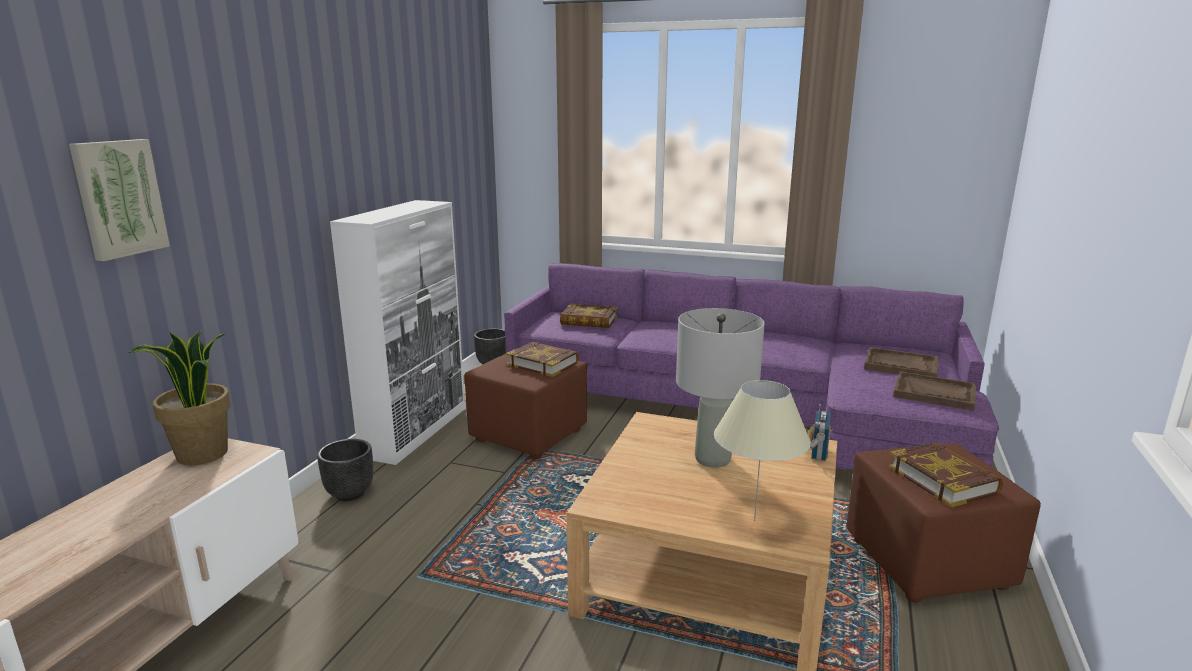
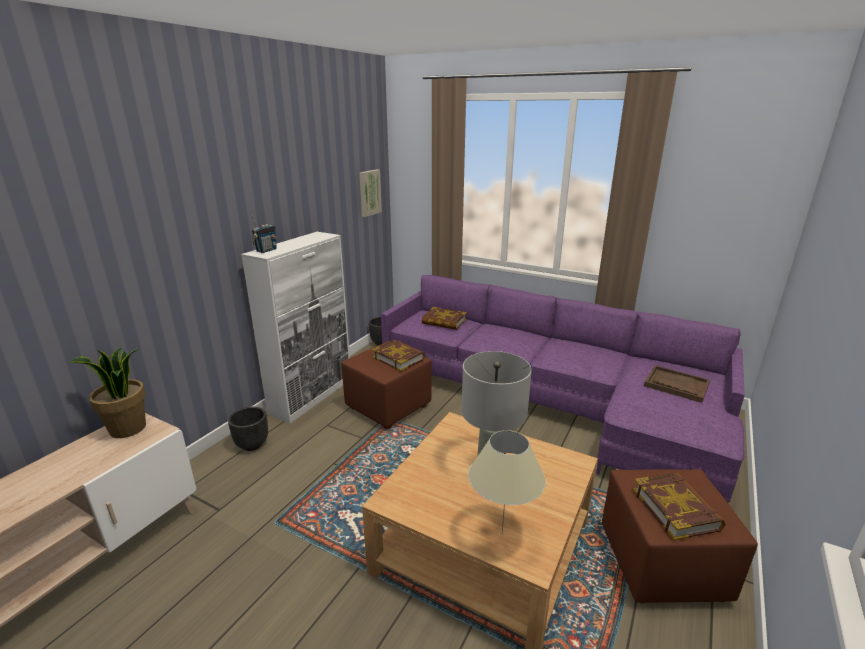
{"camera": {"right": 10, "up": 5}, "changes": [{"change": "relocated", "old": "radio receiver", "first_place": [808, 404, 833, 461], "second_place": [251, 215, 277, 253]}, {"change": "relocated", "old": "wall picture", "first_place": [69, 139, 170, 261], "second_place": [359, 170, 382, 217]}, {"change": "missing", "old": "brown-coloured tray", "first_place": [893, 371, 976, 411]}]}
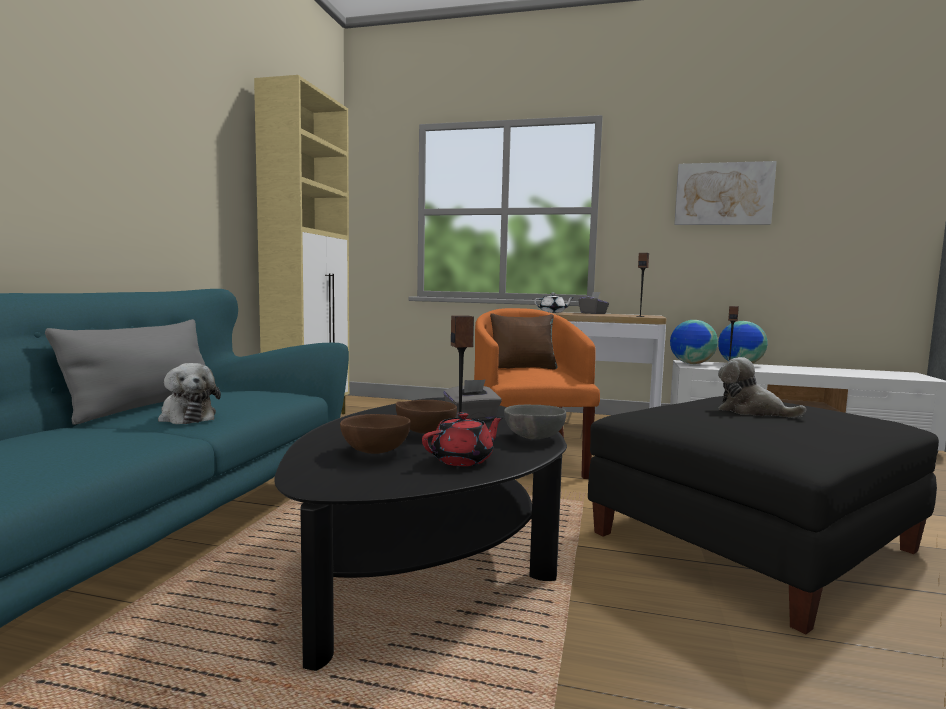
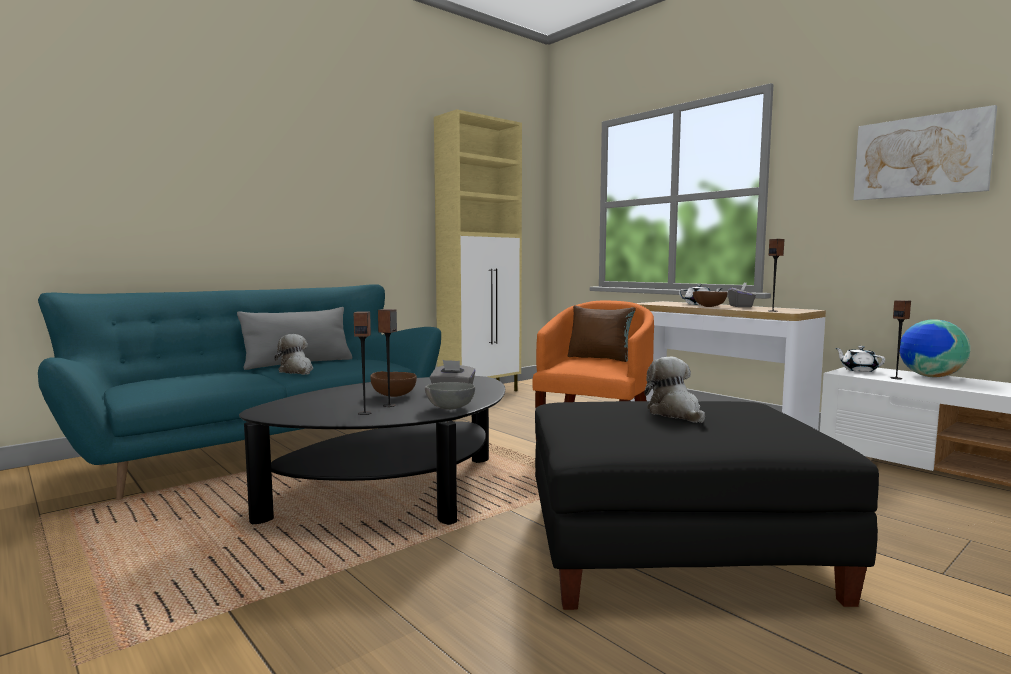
{"camera": {"right": 35, "up": 0}, "changes": [{"change": "spun", "old": "plush toy", "first_place": [158, 363, 221, 424], "second_place": [274, 334, 313, 375], "degrees": 150}, {"change": "exchanged", "old": "red teapot", "new": "speaker", "first_place": [422, 412, 504, 466], "second_place": [354, 312, 372, 415]}, {"change": "relocated", "old": "brown-coloured bowl", "first_place": [340, 414, 411, 454], "second_place": [693, 291, 728, 307]}, {"change": "exchanged", "old": "globe", "new": "whitish teapot", "first_place": [670, 320, 718, 364], "second_place": [836, 346, 885, 372]}]}
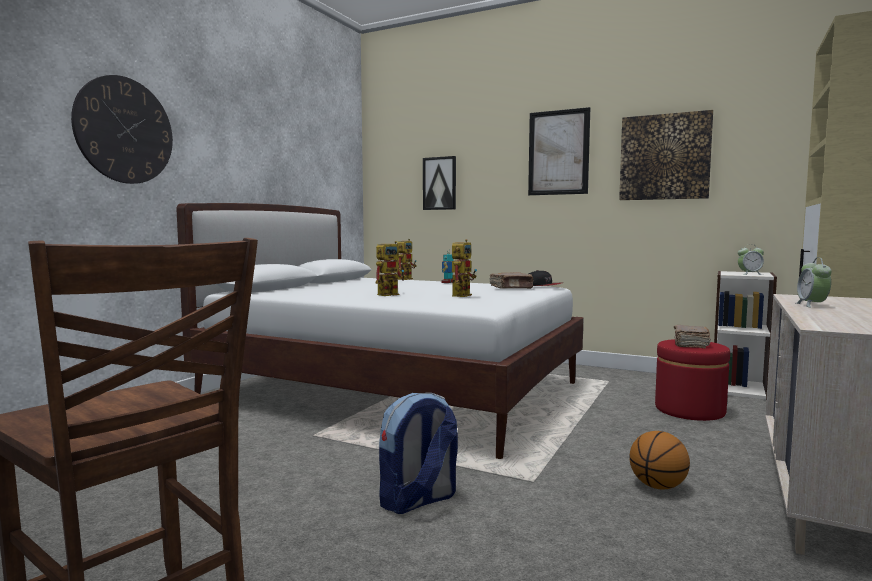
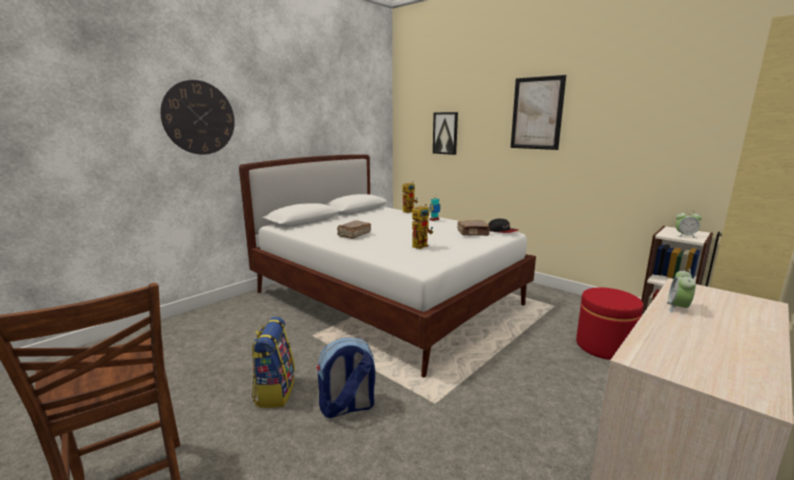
{"camera": {"right": 15, "up": 10}, "changes": [{"change": "appeared", "new": "rucksack", "second_place": [251, 317, 295, 408]}, {"change": "relocated", "old": "brown-coloured book", "first_place": [674, 325, 711, 348], "second_place": [337, 220, 371, 239]}, {"change": "missing", "old": "robot figure", "first_place": [376, 241, 405, 296]}, {"change": "missing", "old": "wall picture", "first_place": [619, 110, 713, 200]}, {"change": "missing", "old": "basketball", "first_place": [629, 431, 690, 489]}]}
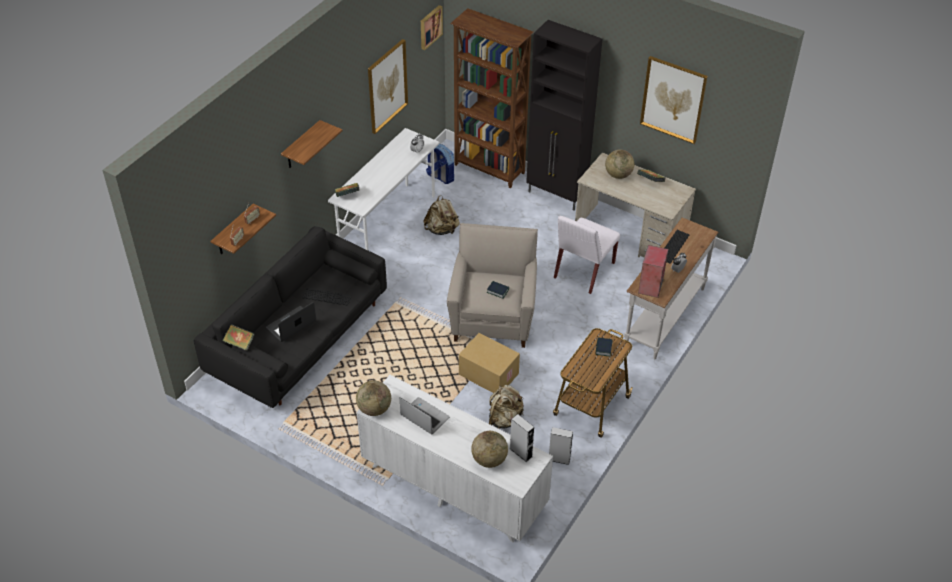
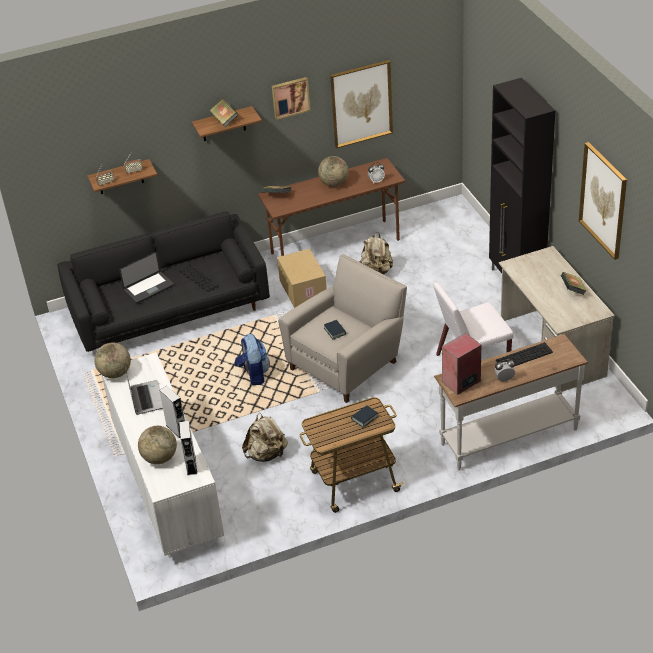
{"camera": {"right": 40, "up": -5}, "changes": [{"change": "spun", "old": "notebook computer", "first_place": [266, 302, 316, 342], "second_place": [119, 251, 174, 303], "degrees": 150}, {"change": "relocated", "old": "gray speaker", "first_place": [549, 427, 573, 465], "second_place": [159, 386, 185, 438]}, {"change": "relocated", "old": "book", "first_place": [223, 324, 255, 351], "second_place": [209, 99, 239, 127]}, {"change": "relocated", "old": "rucksack", "first_place": [426, 144, 454, 184], "second_place": [235, 334, 270, 385]}, {"change": "colour", "old": "whitish desk table", "new": "brown-coloured desk table", "first_place": [328, 128, 440, 251], "second_place": [258, 158, 405, 256]}, {"change": "relocated", "old": "wall picture", "first_place": [421, 5, 443, 50], "second_place": [272, 77, 310, 120]}, {"change": "relocated", "old": "carton", "first_place": [459, 333, 520, 393], "second_place": [277, 249, 327, 308]}, {"change": "relocated", "old": "globe", "first_place": [605, 149, 634, 179], "second_place": [318, 156, 349, 187]}, {"change": "missing", "old": "brown-coloured bookshelf", "first_place": [450, 8, 534, 188]}]}
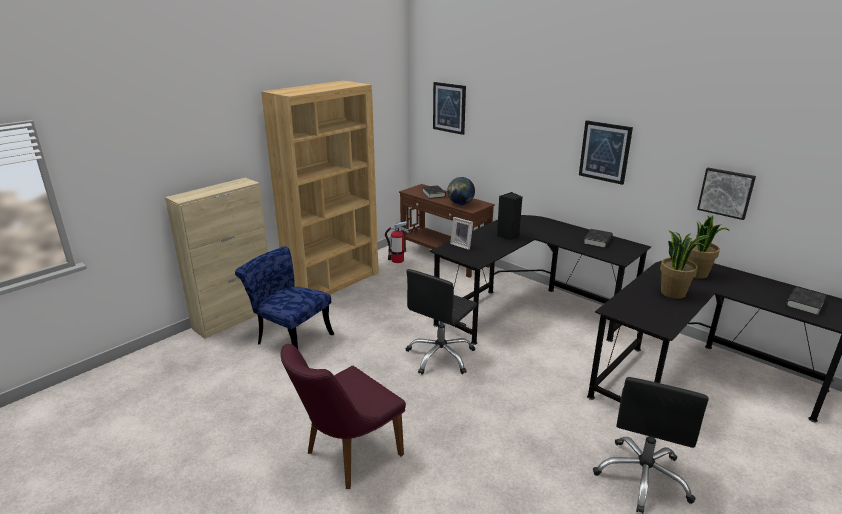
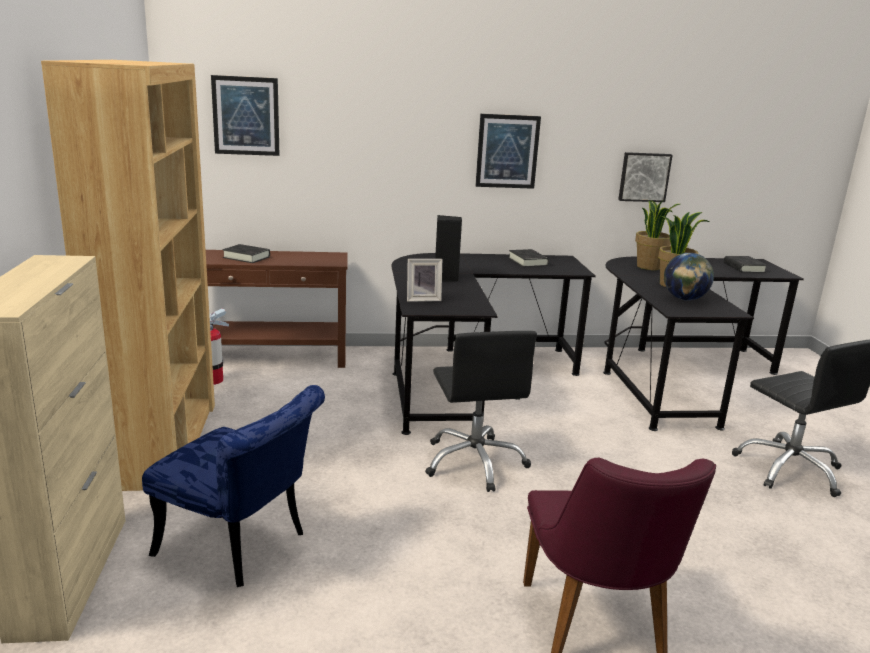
{"camera": {"right": -50, "up": -5}, "changes": [{"change": "spun", "old": "bluish plain chair", "first_place": [235, 246, 334, 349], "second_place": [142, 385, 325, 587], "degrees": -135}, {"change": "relocated", "old": "globe", "first_place": [447, 177, 475, 205], "second_place": [664, 253, 714, 301]}]}
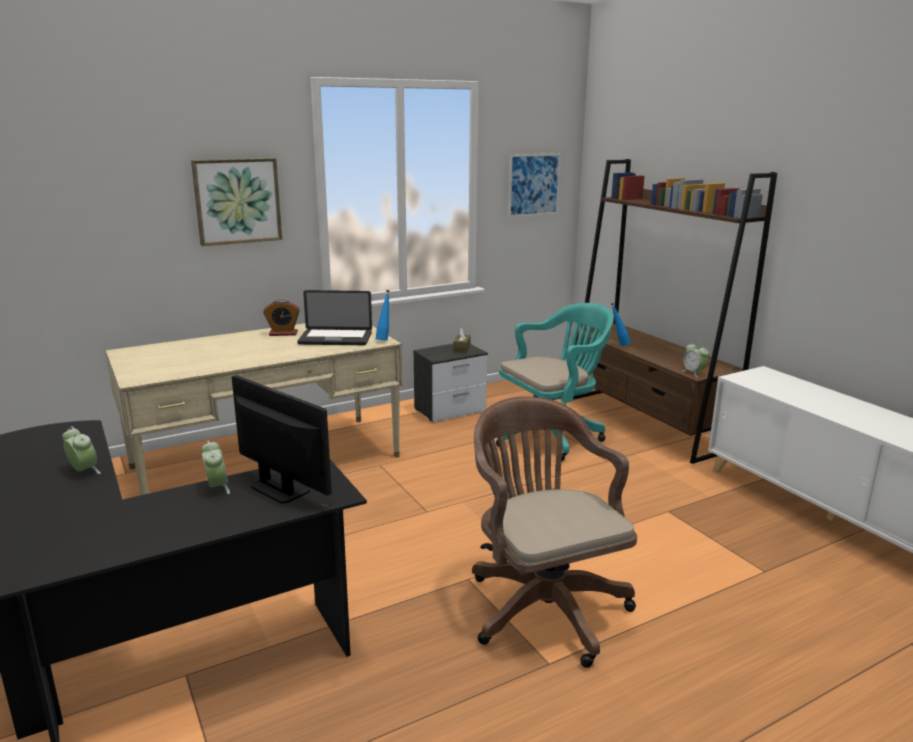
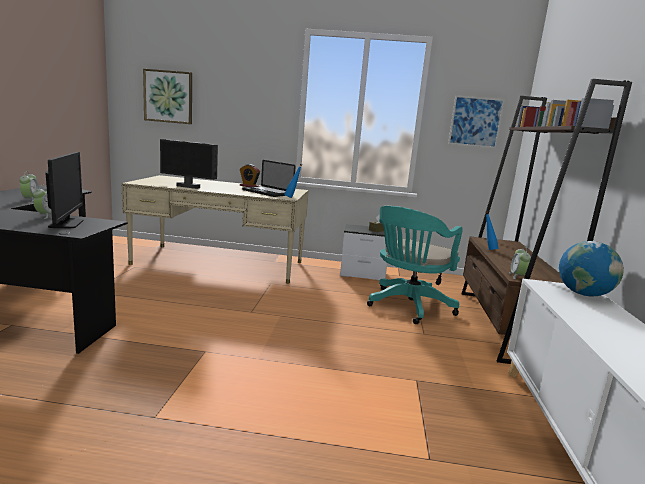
{"camera": {"right": 35, "up": -5}, "changes": [{"change": "relocated", "old": "wall picture", "first_place": [191, 158, 282, 246], "second_place": [143, 69, 192, 124]}, {"change": "appeared", "new": "computer screen", "second_place": [160, 139, 218, 189]}, {"change": "spun", "old": "blue-green computer chair", "first_place": [496, 303, 613, 461], "second_place": [367, 206, 463, 324], "degrees": 120}, {"change": "appeared", "new": "globe", "second_place": [559, 241, 624, 296]}, {"change": "missing", "old": "brown-coloured computer chair", "first_place": [472, 396, 637, 668]}]}
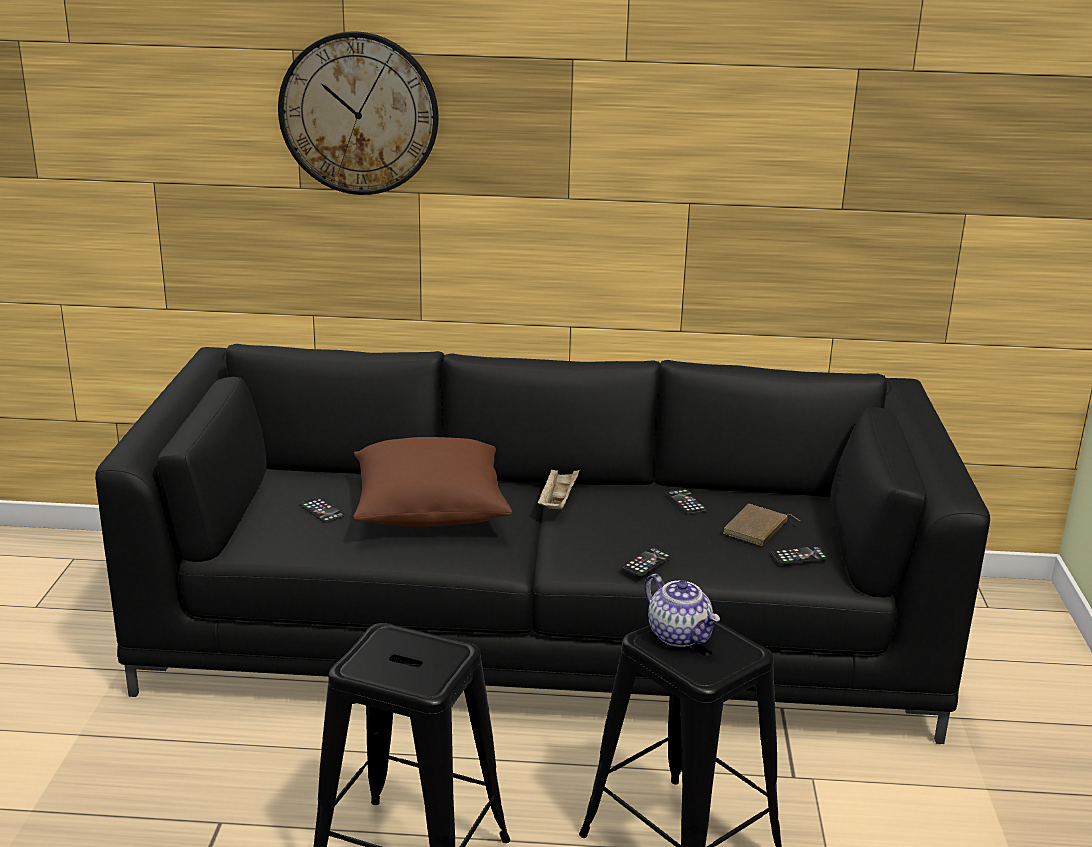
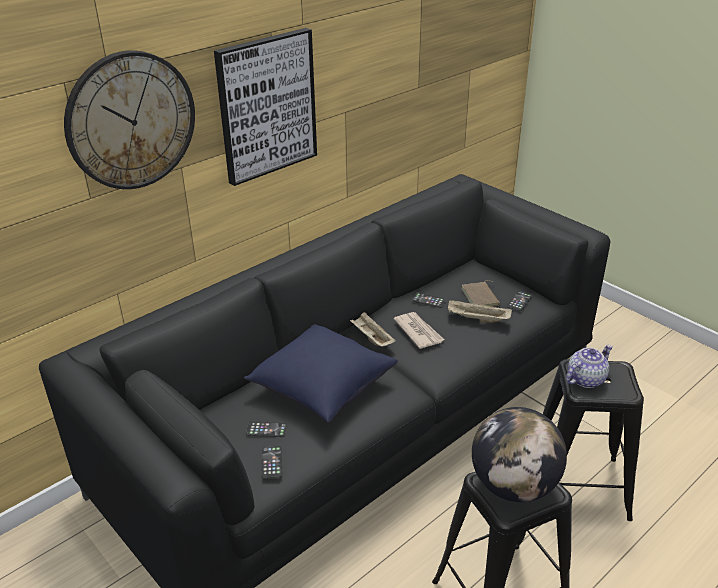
{"camera": {"right": -45, "up": 10}, "changes": [{"change": "appeared", "new": "wall picture", "second_place": [214, 28, 317, 186]}, {"change": "colour", "old": "brown-coloured cushion", "new": "bluish cushion", "first_place": [353, 437, 512, 527], "second_place": [244, 324, 398, 423]}, {"change": "relocated", "old": "telephone", "first_place": [621, 547, 672, 576], "second_place": [261, 446, 282, 478]}, {"change": "appeared", "new": "newspaper", "second_place": [394, 312, 444, 349]}, {"change": "appeared", "new": "beige tray", "second_place": [448, 300, 512, 323]}, {"change": "appeared", "new": "globe", "second_place": [472, 407, 567, 502]}, {"change": "spun", "old": "teapot", "first_place": [644, 574, 720, 647], "second_place": [566, 344, 613, 388], "degrees": -45}]}
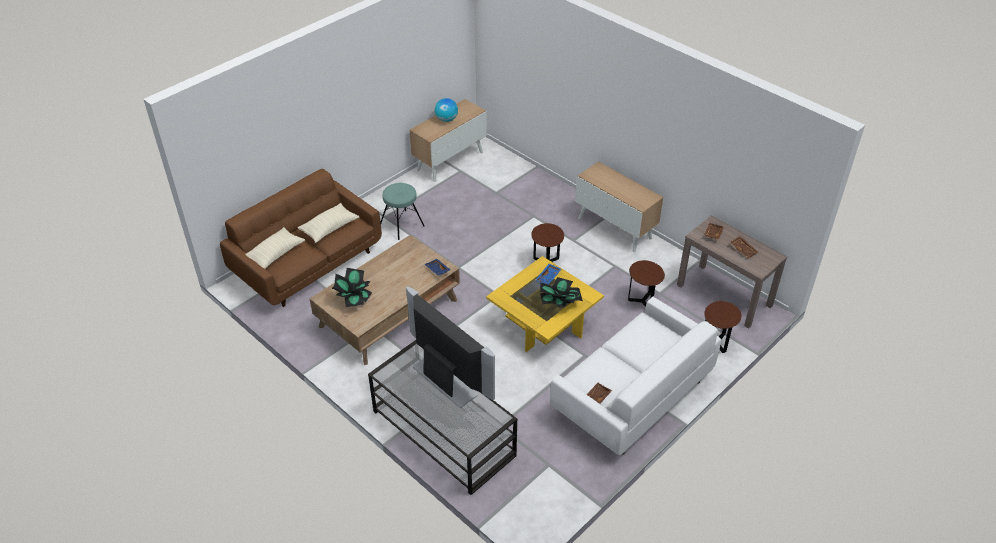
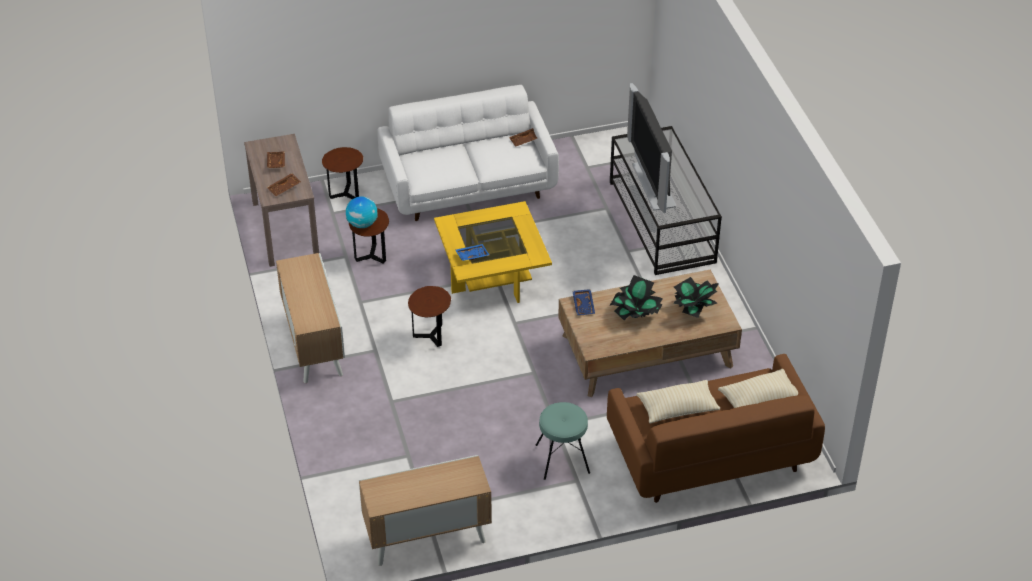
{"camera": {"right": -150, "up": 0}, "changes": [{"change": "relocated", "old": "globe", "first_place": [435, 98, 458, 122], "second_place": [346, 196, 378, 228]}, {"change": "relocated", "old": "plant in a pot", "first_place": [540, 277, 583, 308], "second_place": [610, 275, 663, 320]}]}
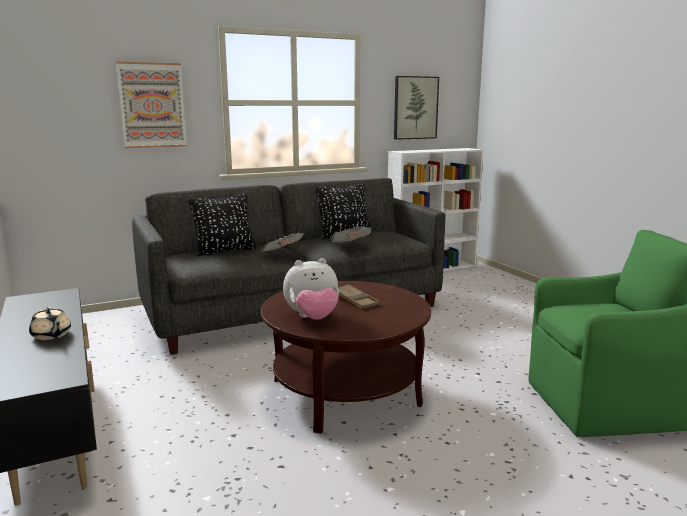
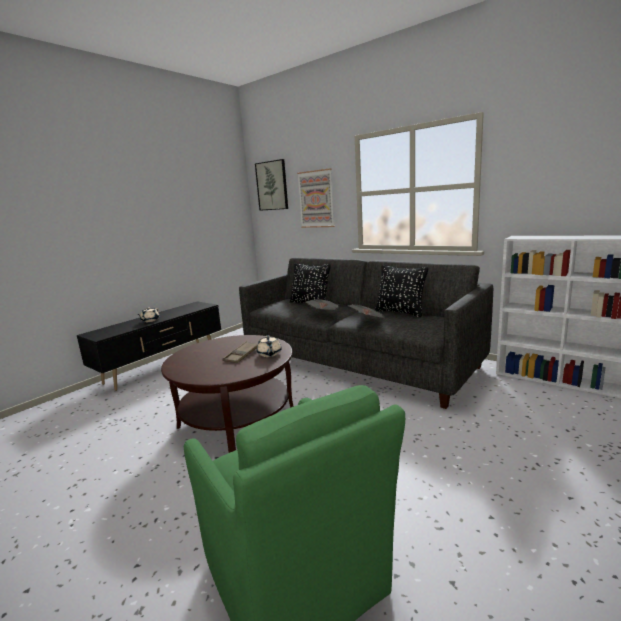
{"camera": {"right": 65, "up": 0}, "changes": [{"change": "relocated", "old": "wall picture", "first_place": [394, 76, 439, 140], "second_place": [255, 159, 288, 211]}, {"change": "appeared", "new": "beige teapot", "second_place": [257, 335, 282, 357]}, {"change": "missing", "old": "plush toy", "first_place": [283, 258, 339, 320]}]}
